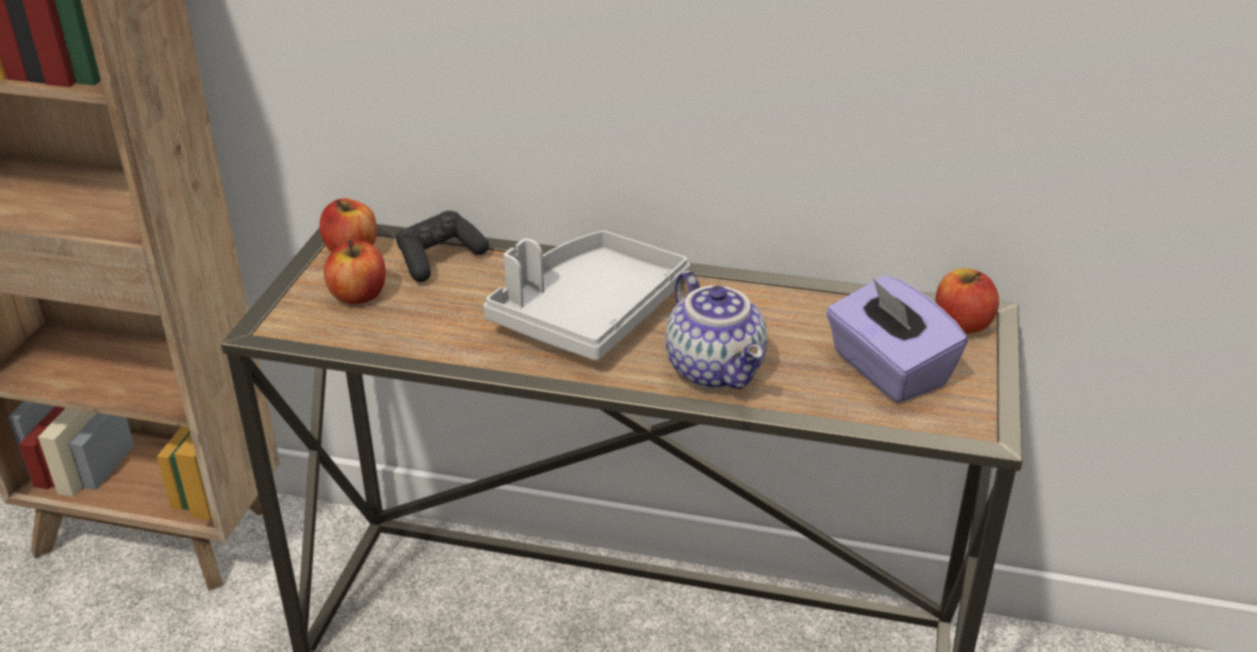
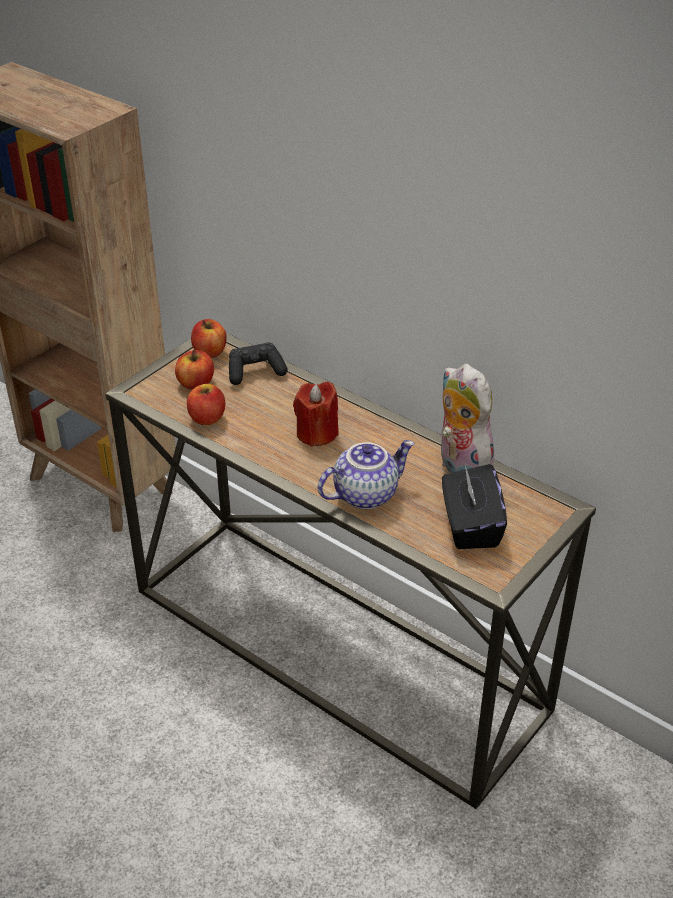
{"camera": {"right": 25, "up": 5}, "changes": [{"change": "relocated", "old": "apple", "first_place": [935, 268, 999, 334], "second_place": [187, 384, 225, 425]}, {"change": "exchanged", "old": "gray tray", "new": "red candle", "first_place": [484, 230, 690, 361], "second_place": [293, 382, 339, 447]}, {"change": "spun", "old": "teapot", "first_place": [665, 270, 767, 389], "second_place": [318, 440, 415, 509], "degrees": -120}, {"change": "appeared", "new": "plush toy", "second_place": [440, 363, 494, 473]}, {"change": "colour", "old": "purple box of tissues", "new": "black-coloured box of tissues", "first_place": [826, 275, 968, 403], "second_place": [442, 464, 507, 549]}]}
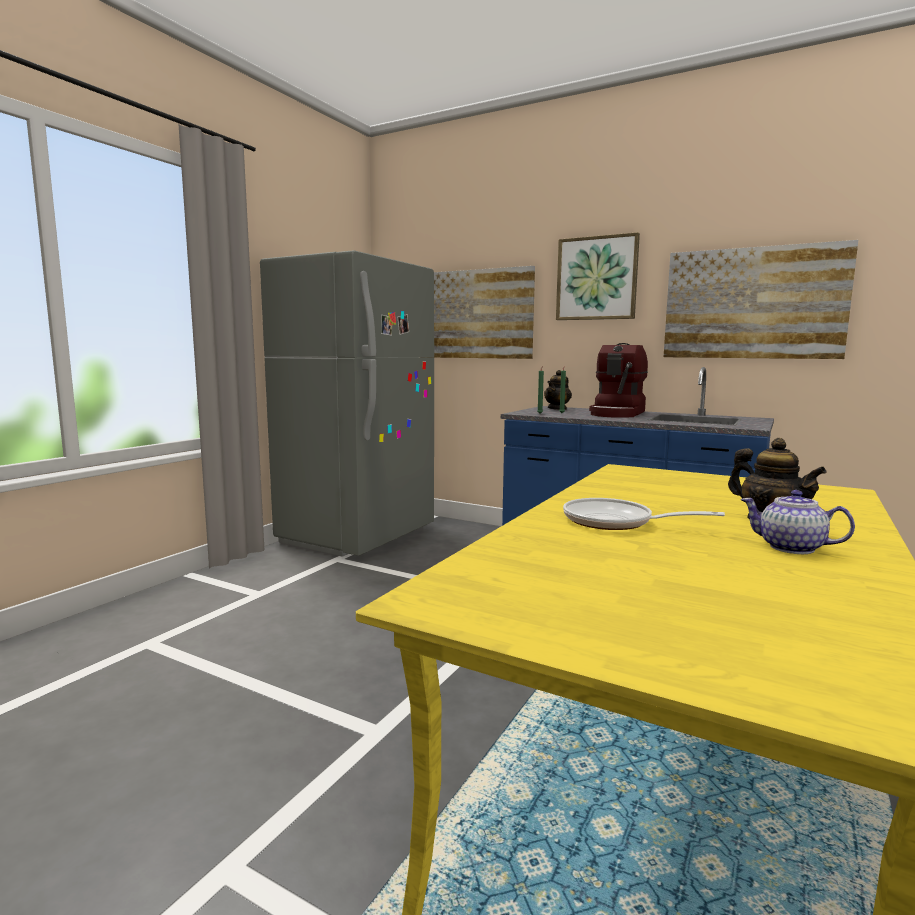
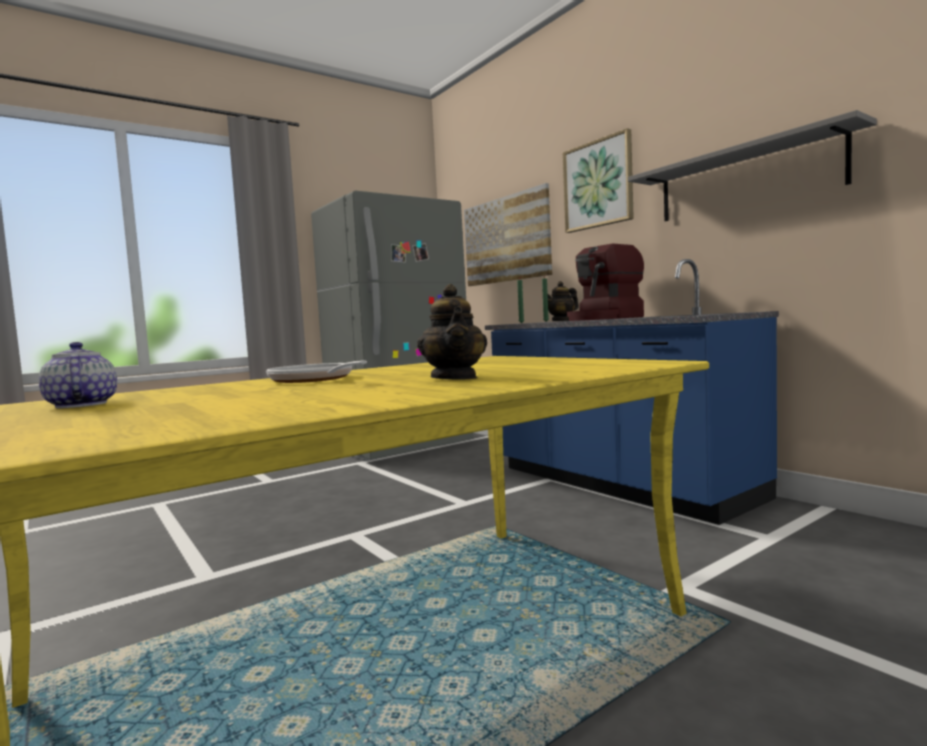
{"camera": {"right": 25, "up": -5}, "changes": [{"change": "relocated", "old": "teapot", "first_place": [741, 490, 855, 554], "second_place": [39, 342, 117, 409]}, {"change": "exchanged", "old": "wall picture", "new": "gray wall shelf", "first_place": [664, 240, 858, 359], "second_place": [628, 110, 877, 221]}]}
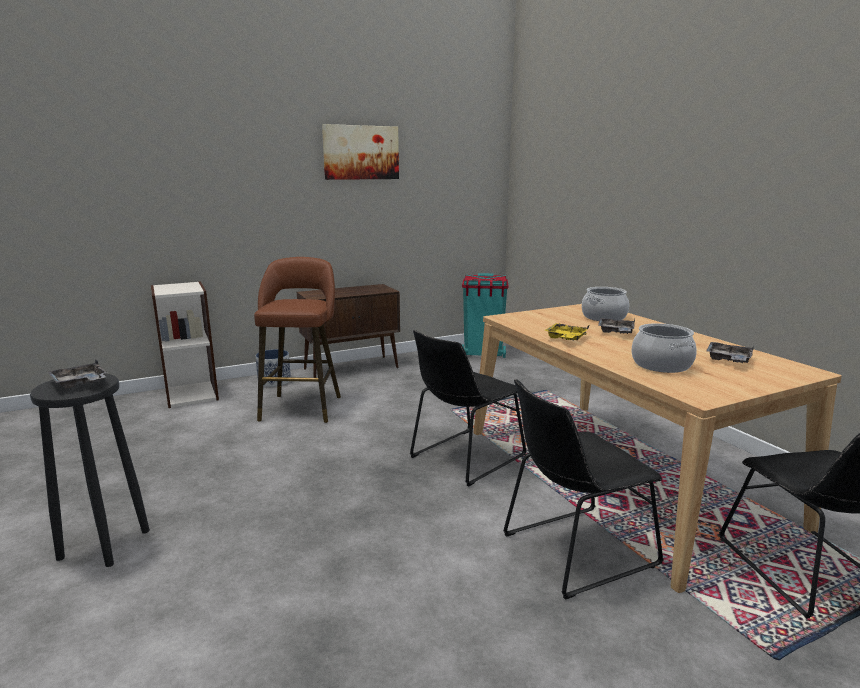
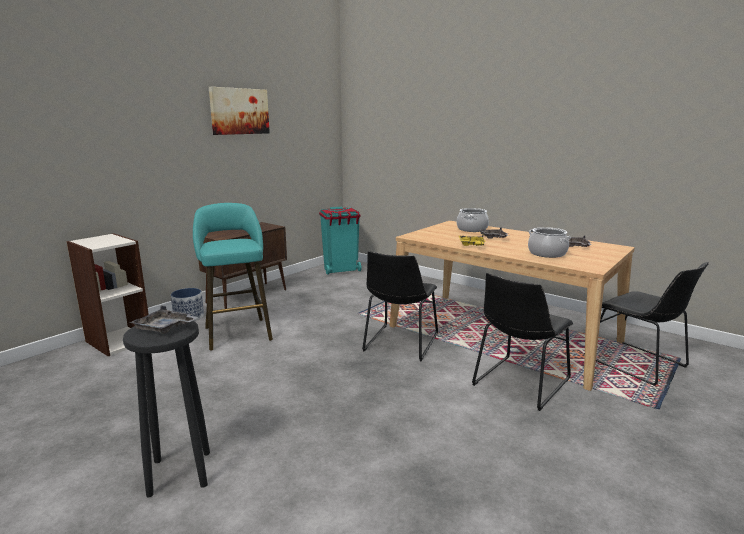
{"camera": {"right": -25, "up": 0}, "changes": [{"change": "colour", "old": "brown-coloured stool", "new": "blue-green stool", "first_place": [254, 257, 341, 423], "second_place": [193, 203, 273, 350]}]}
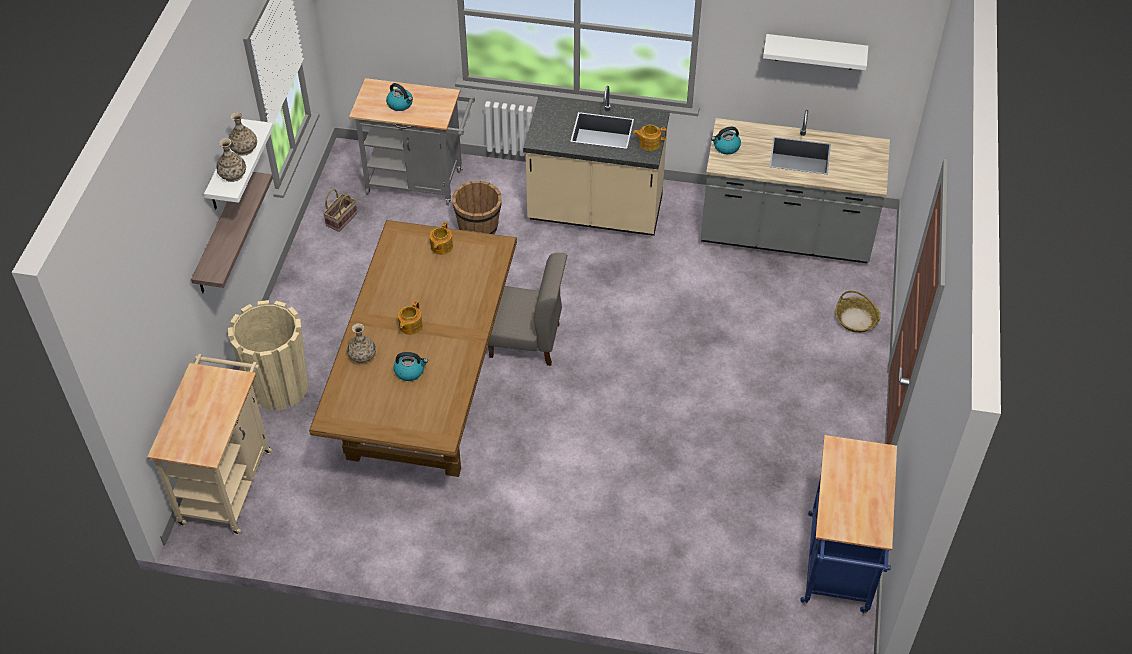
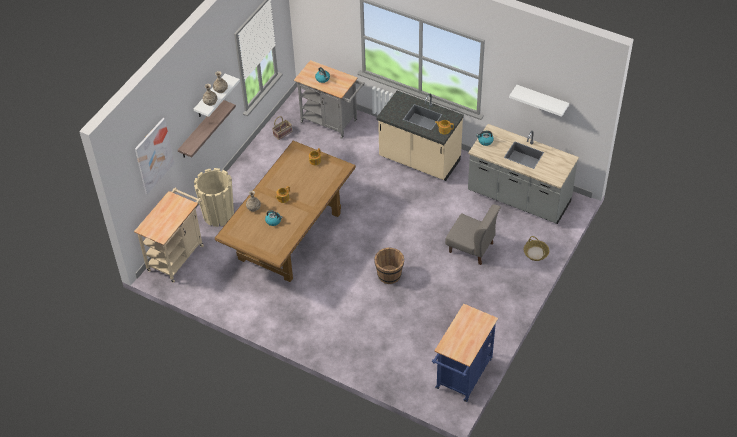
{"camera": {"right": 20, "up": 0}, "changes": [{"change": "appeared", "new": "wall picture", "second_place": [135, 118, 174, 194]}, {"change": "relocated", "old": "brown-coloured pail", "first_place": [452, 181, 502, 234], "second_place": [374, 247, 404, 284]}, {"change": "relocated", "old": "gray plain chair", "first_place": [488, 253, 567, 366], "second_place": [445, 205, 501, 265]}]}
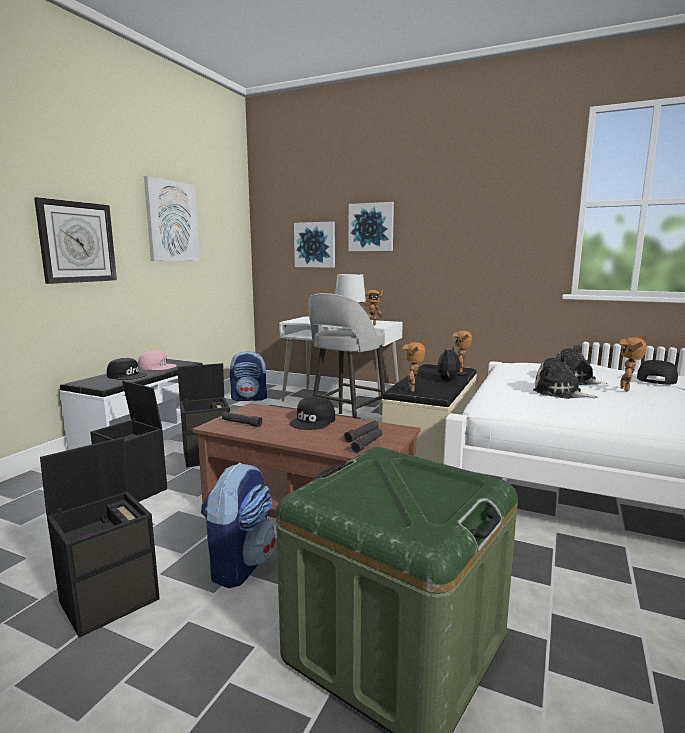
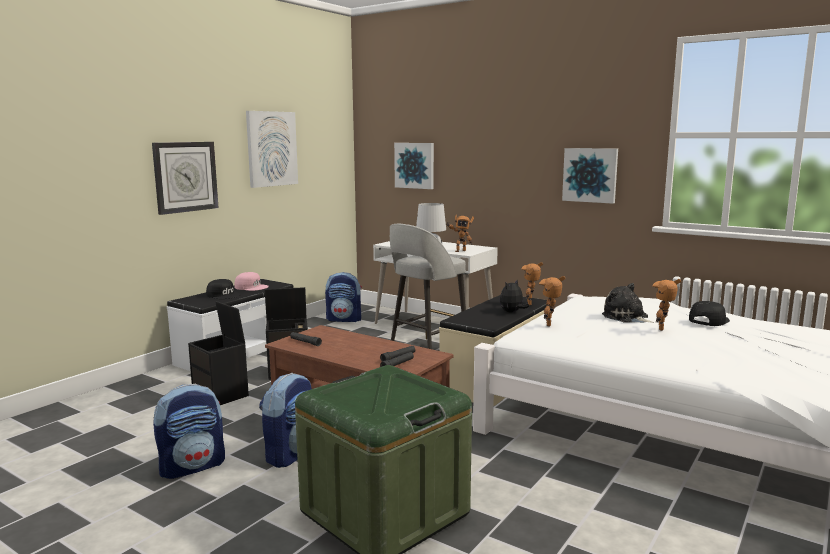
{"camera": {"right": 10, "up": 0}, "changes": [{"change": "exchanged", "old": "black-coloured storage container", "new": "rucksack", "first_place": [40, 437, 160, 638], "second_place": [153, 384, 225, 479]}, {"change": "relocated", "old": "robot figure", "first_place": [402, 341, 427, 392], "second_place": [539, 276, 566, 327]}, {"change": "relocated", "old": "wall picture", "first_place": [349, 202, 394, 251], "second_place": [562, 148, 618, 204]}, {"change": "missing", "old": "black-coloured baseball cap", "first_place": [289, 397, 335, 430]}, {"change": "missing", "old": "plush toy", "first_place": [533, 354, 598, 399]}]}
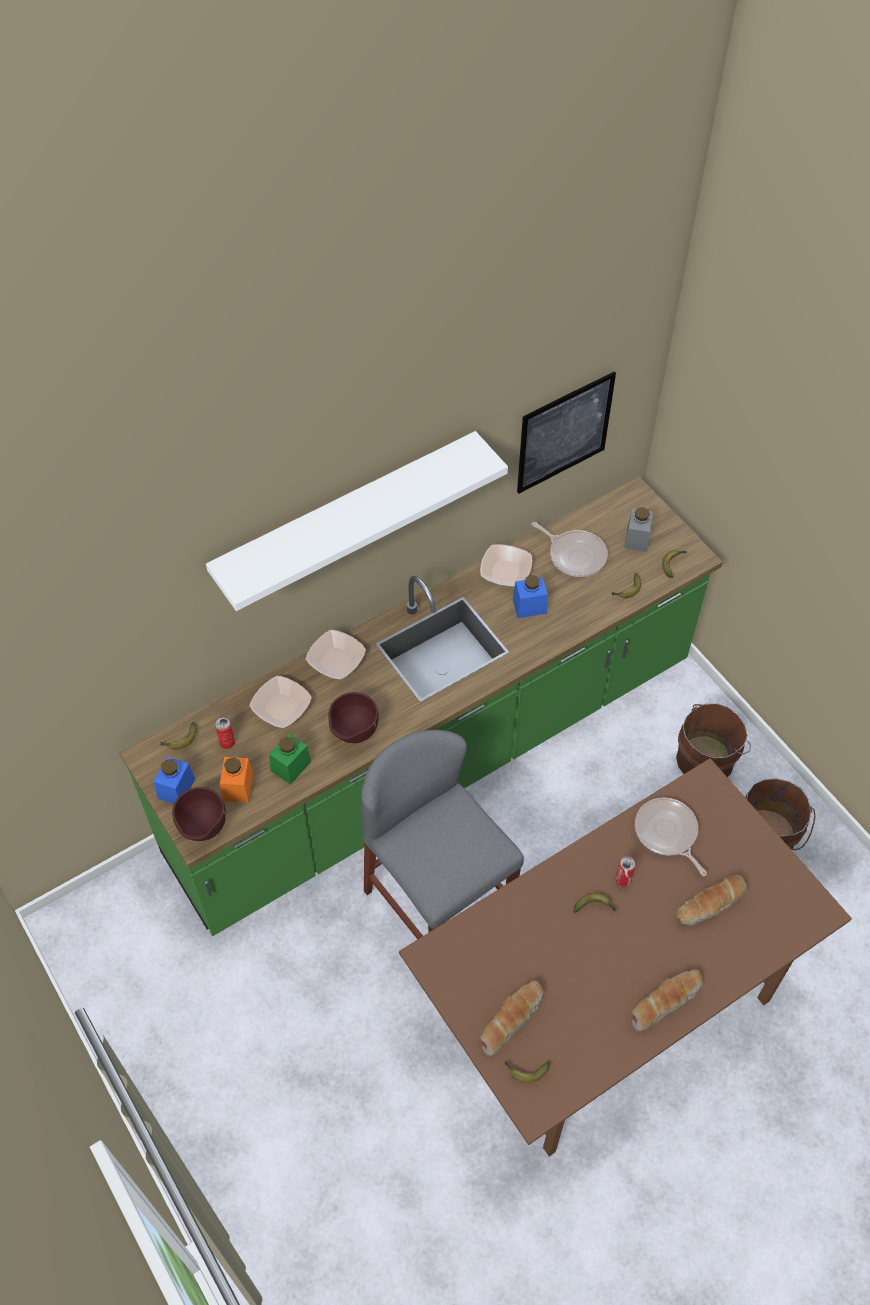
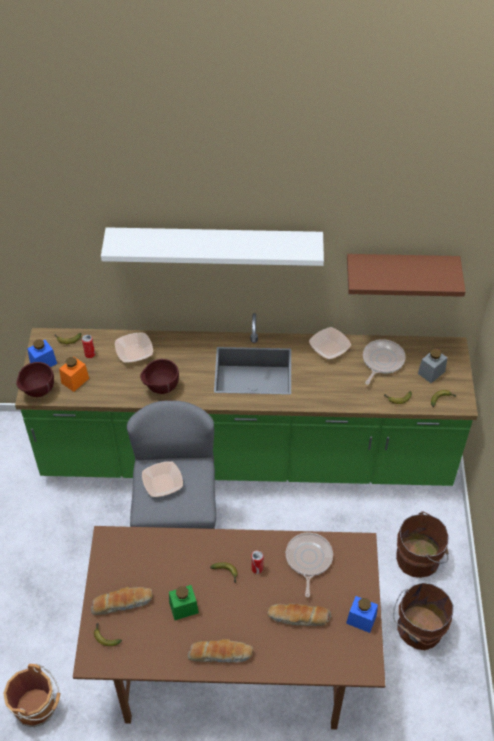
{"camera": {"right": 35, "up": -5}, "changes": [{"change": "appeared", "new": "brown-coloured pail", "second_place": [3, 664, 60, 727]}, {"change": "relocated", "old": "bowl", "first_place": [306, 630, 366, 679], "second_place": [142, 461, 183, 497]}, {"change": "relocated", "old": "green preserve jar", "first_place": [269, 733, 311, 785], "second_place": [169, 585, 199, 620]}, {"change": "relocated", "old": "bluish preserve jar", "first_place": [513, 575, 548, 618], "second_place": [346, 596, 378, 633]}, {"change": "exchanged", "old": "wall picture", "new": "brown-coloured wall shelf", "first_place": [517, 372, 616, 494], "second_place": [347, 254, 466, 297]}, {"change": "spun", "old": "skillet", "first_place": [532, 522, 608, 577], "second_place": [363, 339, 405, 385], "degrees": -135}]}
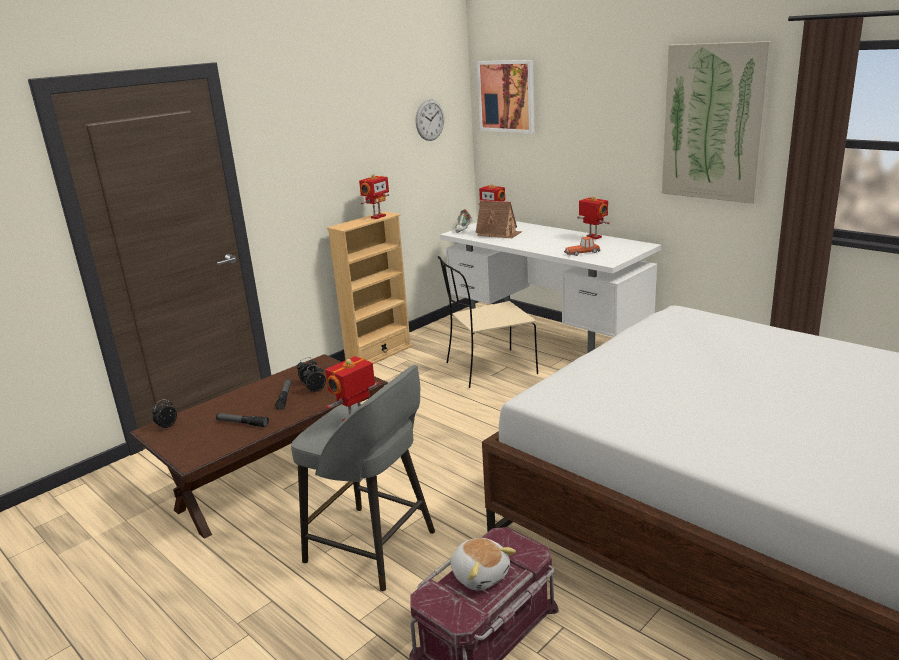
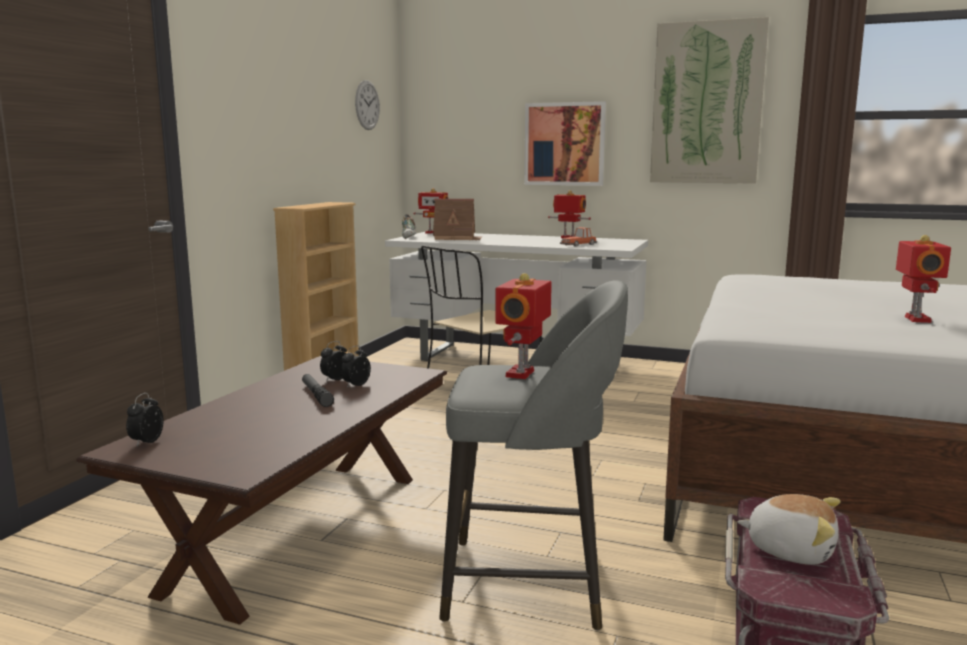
{"camera": {"right": -25, "up": -10}, "changes": [{"change": "relocated", "old": "wall picture", "first_place": [477, 60, 534, 133], "second_place": [524, 101, 606, 186]}, {"change": "relocated", "old": "robot figure", "first_place": [359, 174, 389, 219], "second_place": [896, 235, 951, 323]}, {"change": "missing", "old": "hand torch", "first_place": [216, 413, 269, 427]}]}
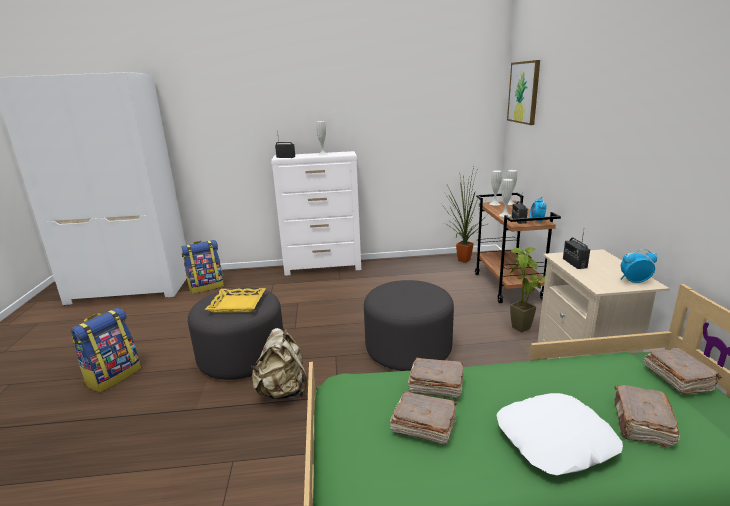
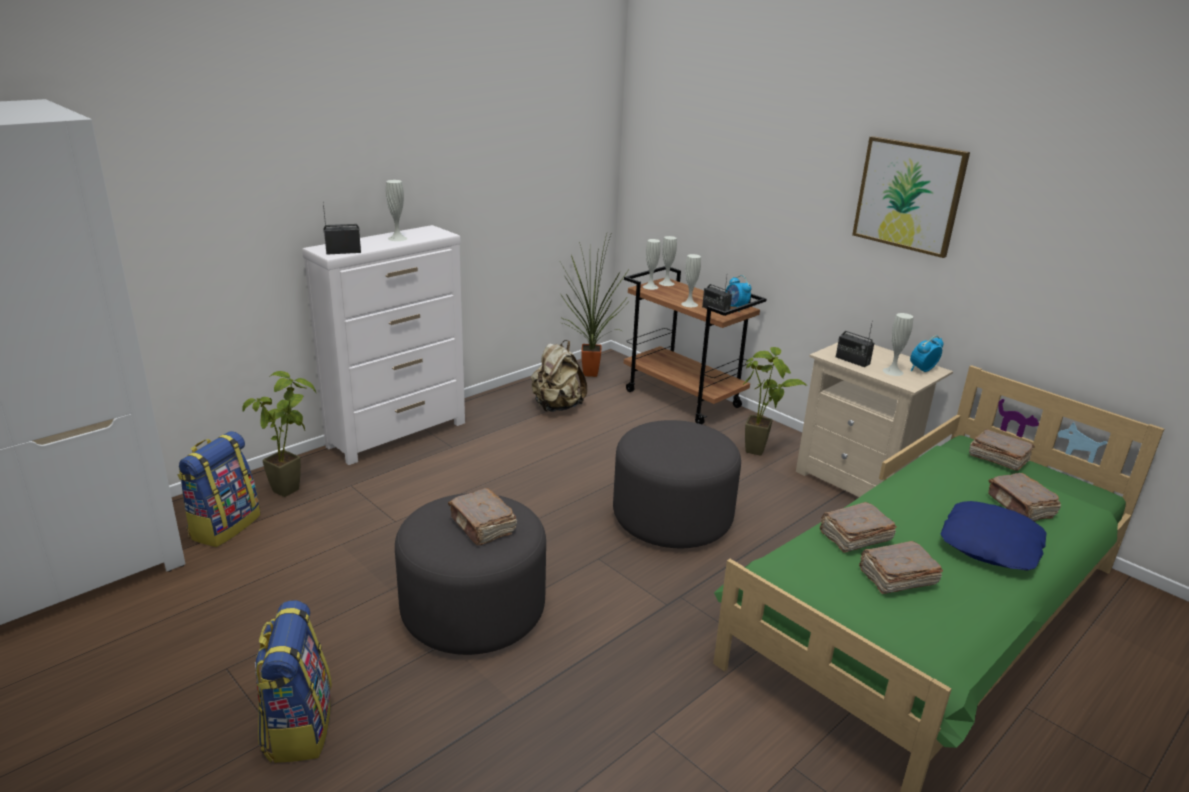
{"camera": {"right": -40, "up": 5}, "changes": [{"change": "appeared", "new": "plant in a pot", "second_place": [242, 371, 317, 497]}, {"change": "exchanged", "old": "yellowish tray", "new": "brown-coloured book", "first_place": [205, 288, 266, 313], "second_place": [448, 488, 517, 545]}, {"change": "relocated", "old": "beige rucksack", "first_place": [251, 328, 307, 399], "second_place": [531, 340, 587, 412]}, {"change": "relocated", "old": "wall picture", "first_place": [507, 60, 540, 125], "second_place": [852, 136, 970, 258]}, {"change": "appeared", "new": "whitish flower vase", "second_place": [883, 313, 913, 376]}, {"change": "colour", "old": "whitish cushion", "new": "bluish cushion", "first_place": [497, 393, 623, 475], "second_place": [941, 501, 1047, 570]}]}
